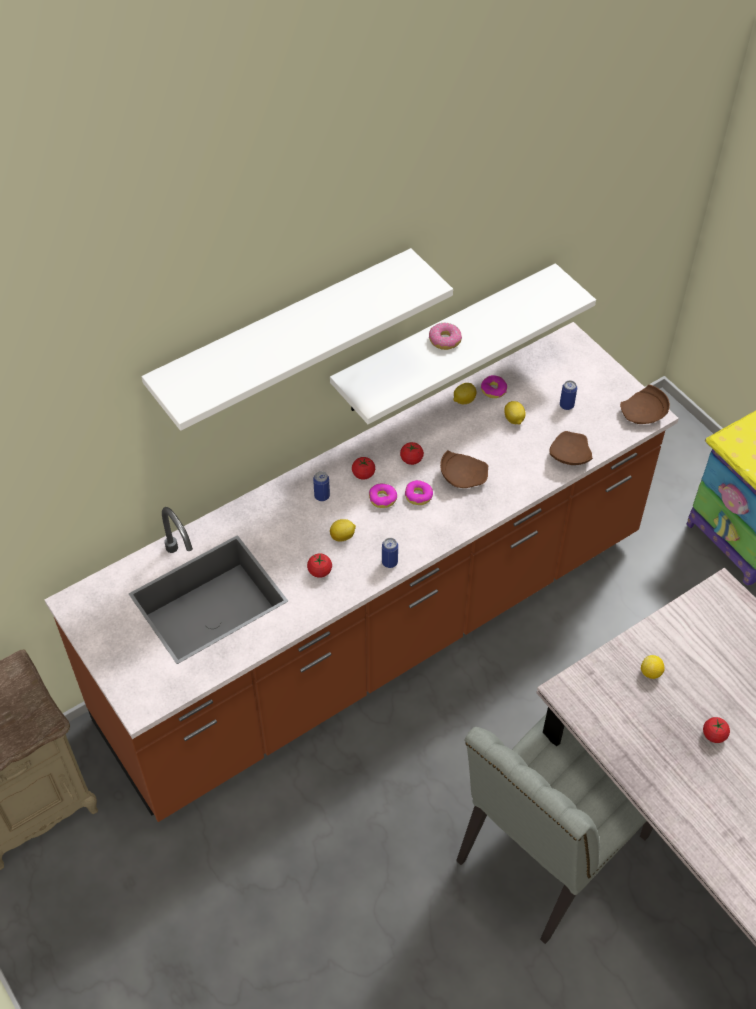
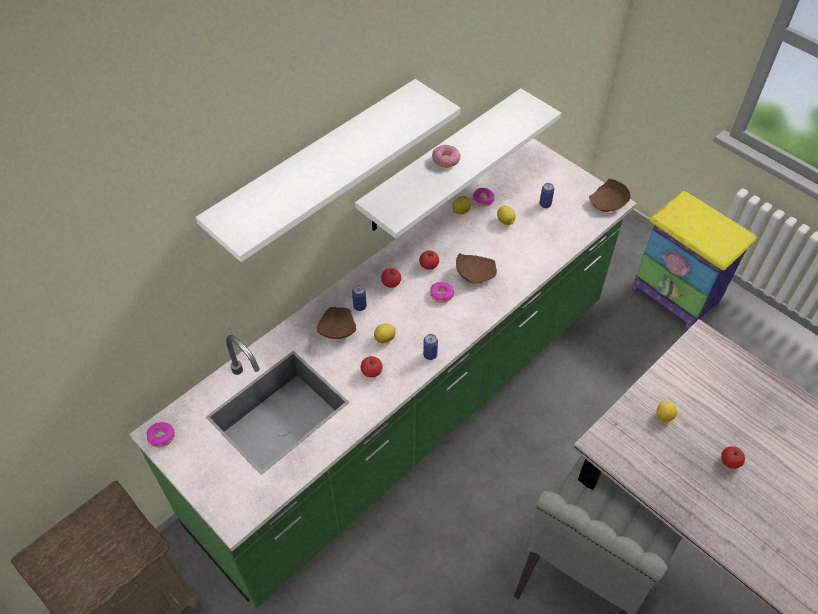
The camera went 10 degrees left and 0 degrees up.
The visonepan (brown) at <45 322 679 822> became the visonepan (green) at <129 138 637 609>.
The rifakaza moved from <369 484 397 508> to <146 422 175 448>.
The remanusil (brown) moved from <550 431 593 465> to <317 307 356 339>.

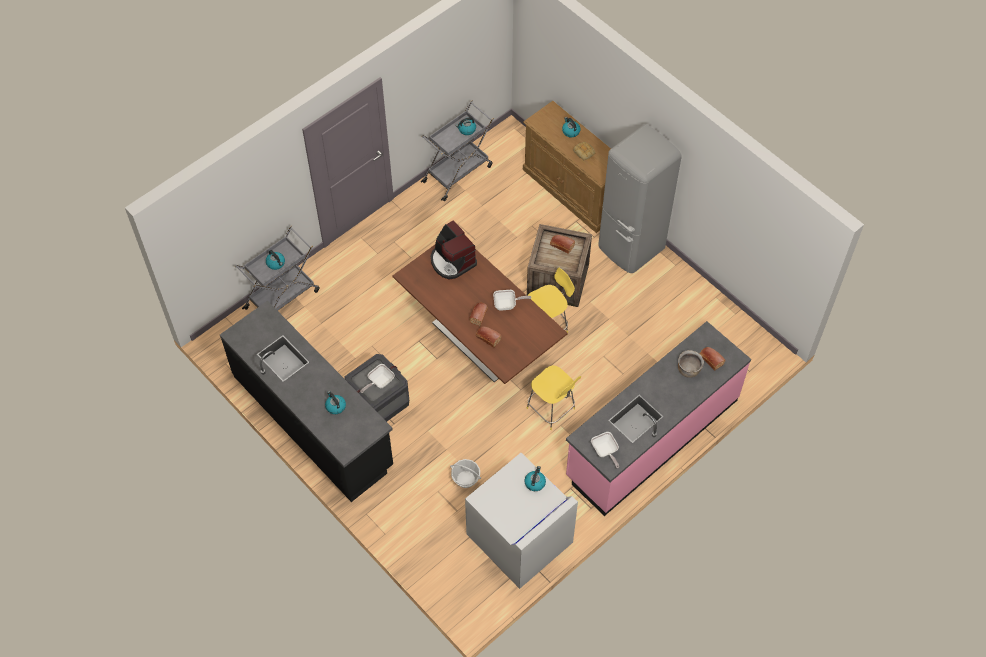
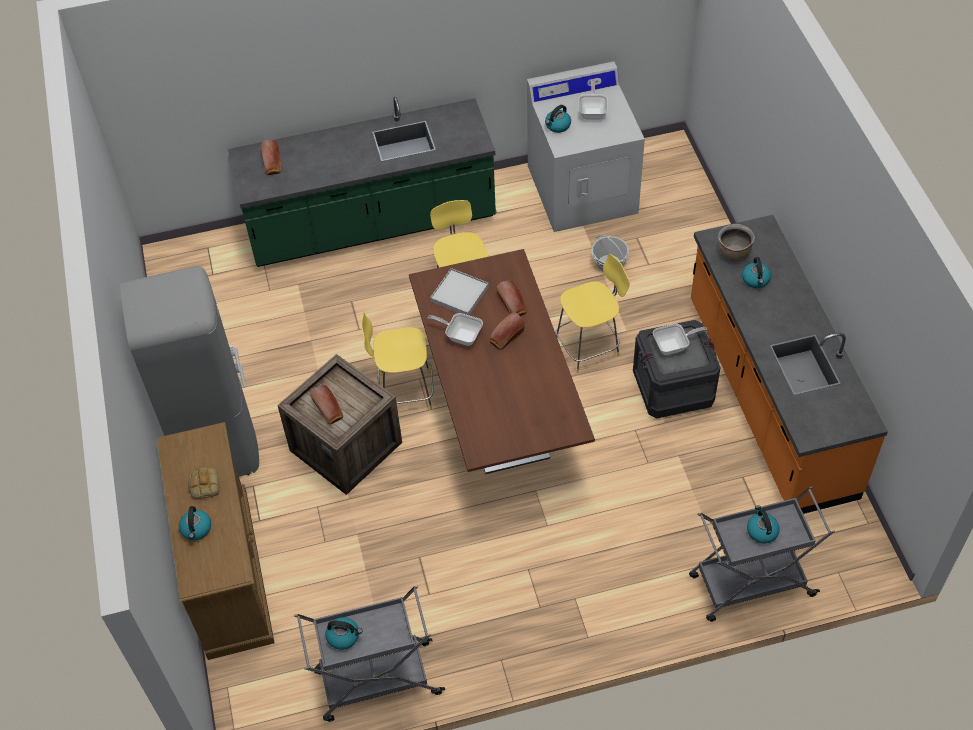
The camera went 150 degrees left and 5 degrees down.
The visonepan (pink) at <566 321 751 516> became the visonepan (green) at <228 97 496 267>.
The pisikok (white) at <430 268 489 315> appeared.
The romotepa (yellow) at <556 254 630 373> appeared.
The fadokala moved from <591 432 619 468> to <579 80 608 120>.
The visonepan (black) at <220 301 393 502> became the visonepan (orange) at <691 215 888 514>.
The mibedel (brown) moved from <678 350 704 378> to <718 224 755 262>.
The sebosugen at <431 220 477 279> disappeared.

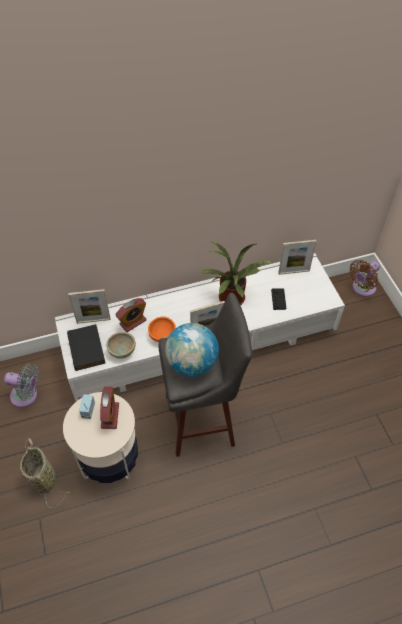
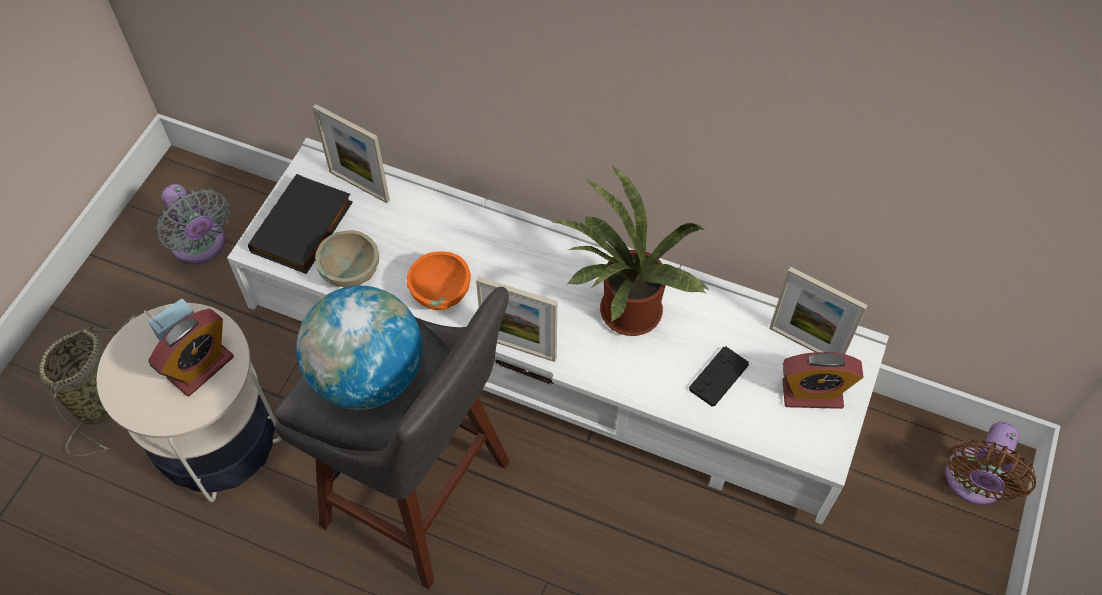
The camera went 40 degrees right and 5 degrees up.
The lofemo moved from <115 298 147 332> to <782 352 863 409>.
The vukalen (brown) at <349 260 380 297> turned 60 degrees counterclockwise.

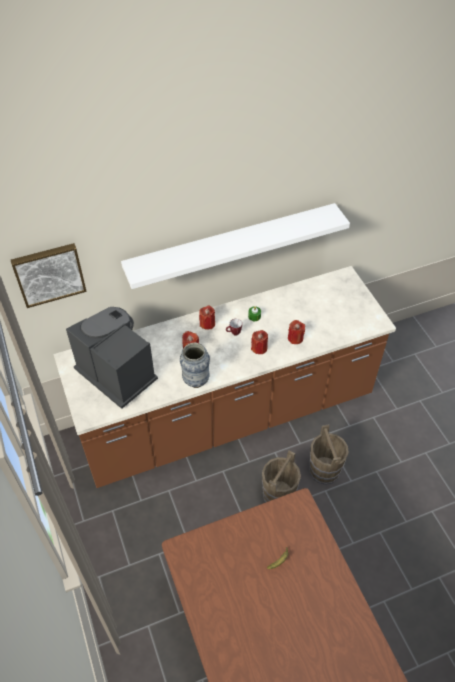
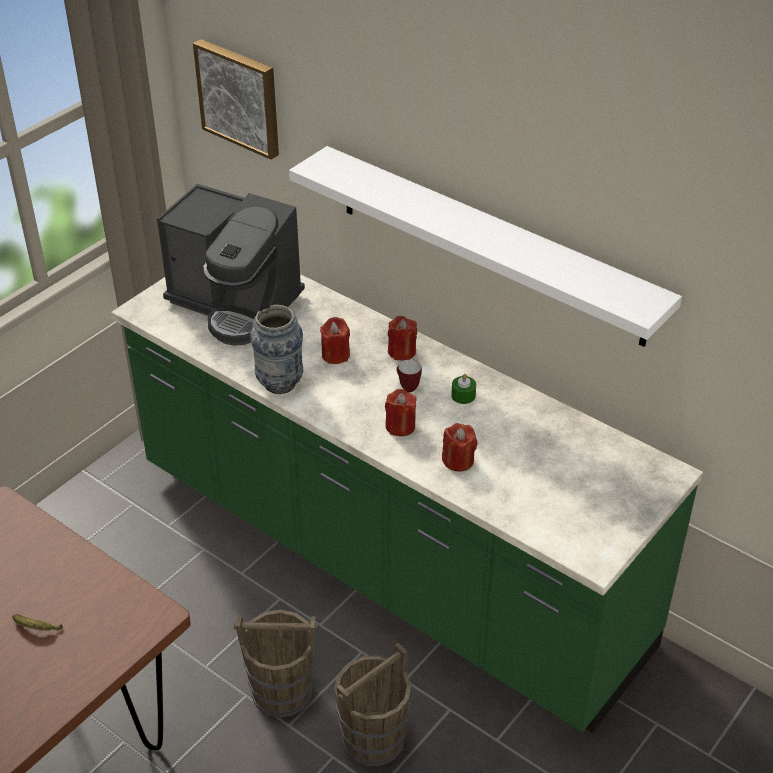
The camera went 60 degrees right and 10 degrees down.
The visonepan (brown) at <54 266 396 488> became the visonepan (green) at <111 274 703 733>.
The sebosugen at <66 307 158 409> turned 105 degrees clockwise.

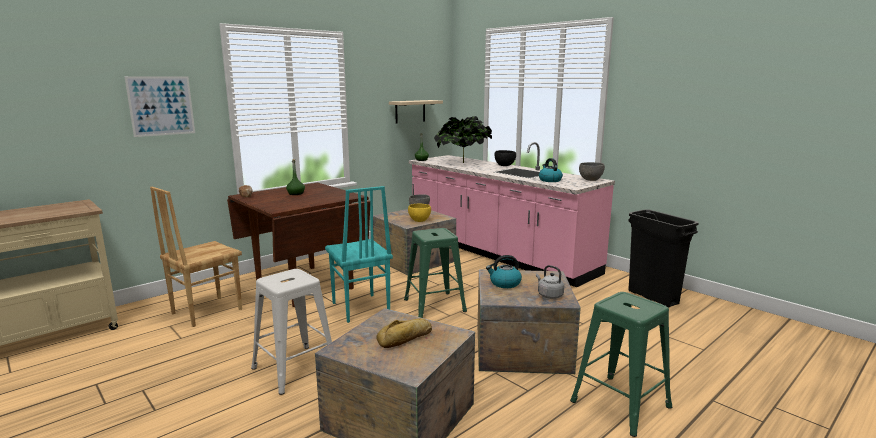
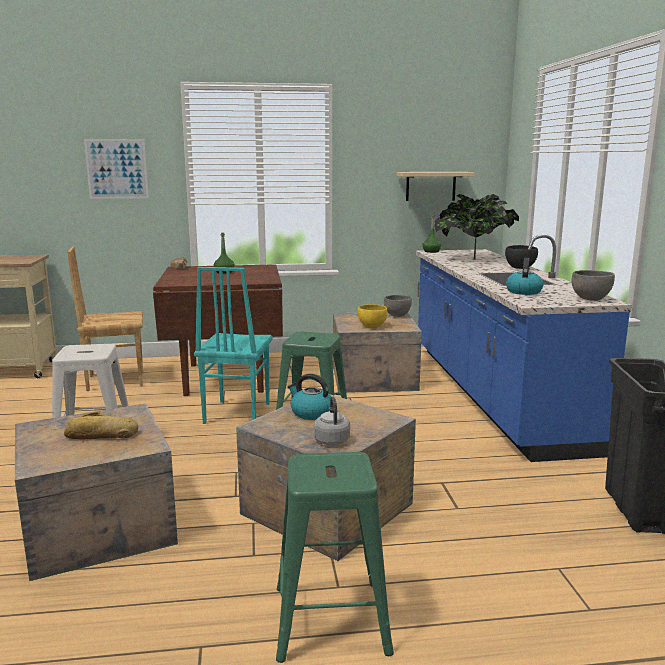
The camera went 35 degrees right and 0 degrees up.
The visonepan (pink) at <409 142 615 287> became the visonepan (blue) at <416 234 632 462>.

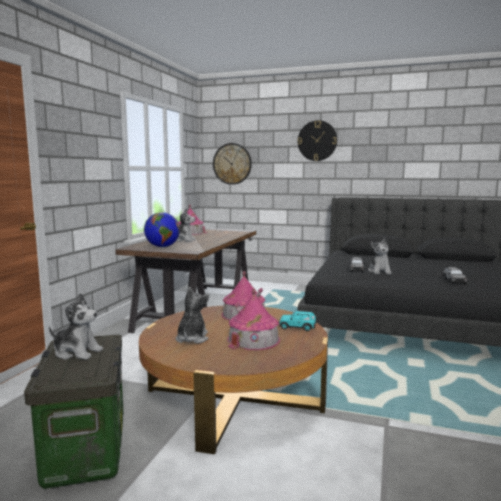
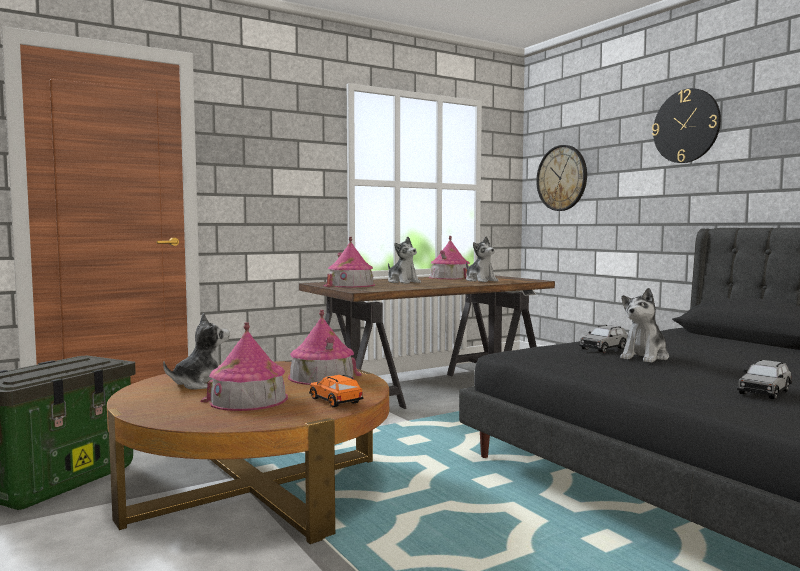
The camera went 40 degrees right and 5 degrees down.
The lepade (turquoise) at <279 310 317 331> became the lepade (orange) at <309 375 364 407>.
The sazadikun at <144 212 180 247> was replaced by the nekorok at <323 237 375 287>.
The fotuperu moved from <49 293 103 360> to <466 236 499 282>.

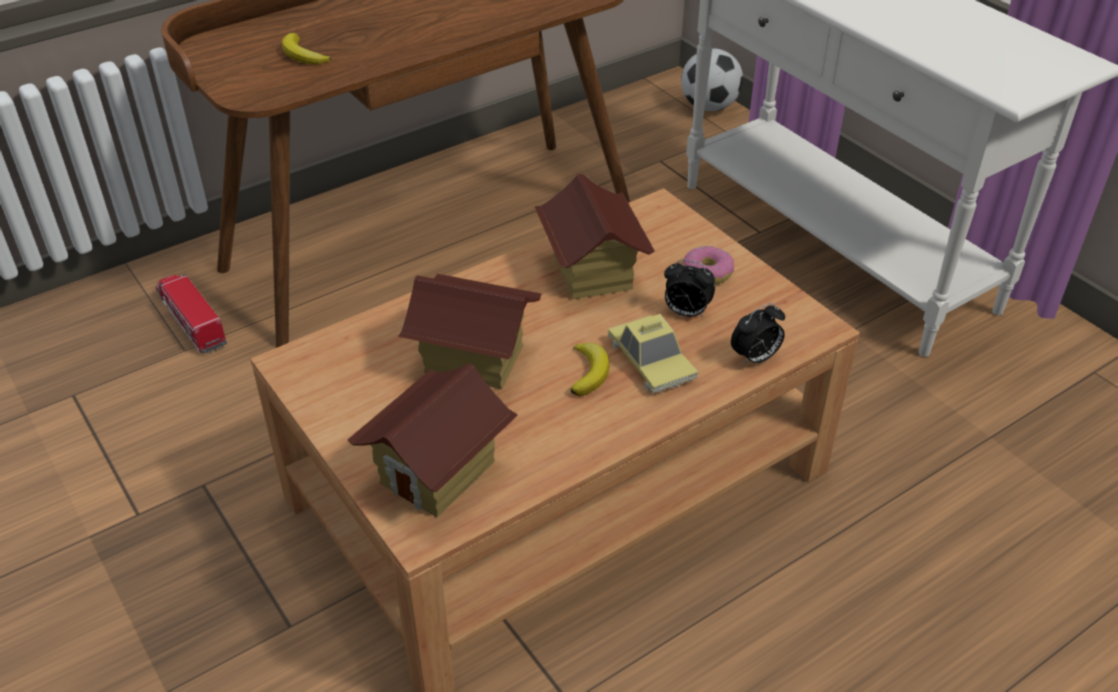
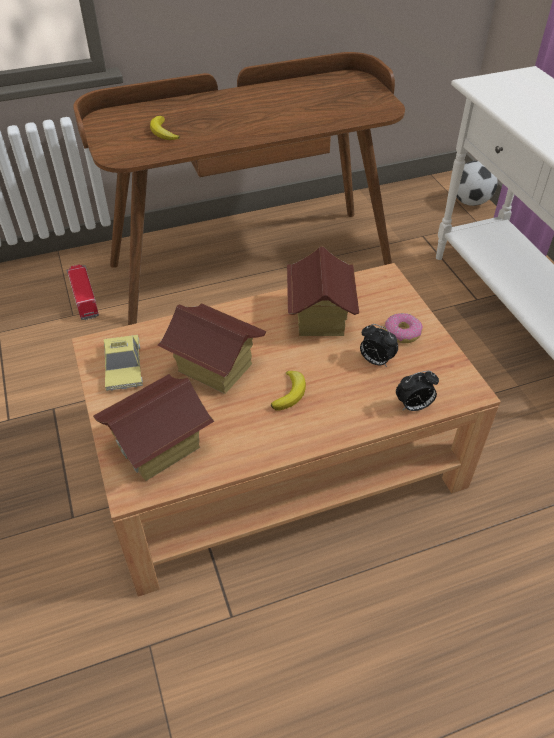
The camera went 15 degrees right and 5 degrees up.
The lepade moved from <608 314 698 393> to <104 335 143 391>.

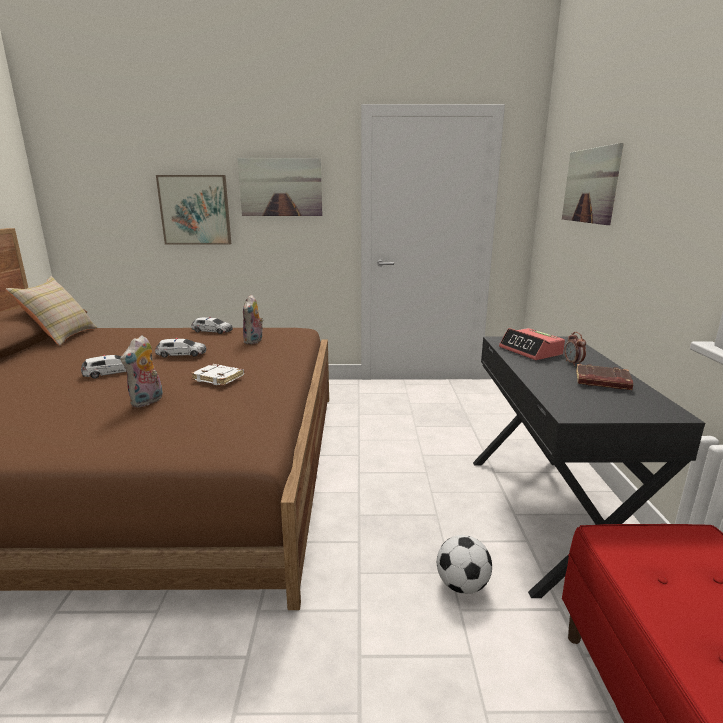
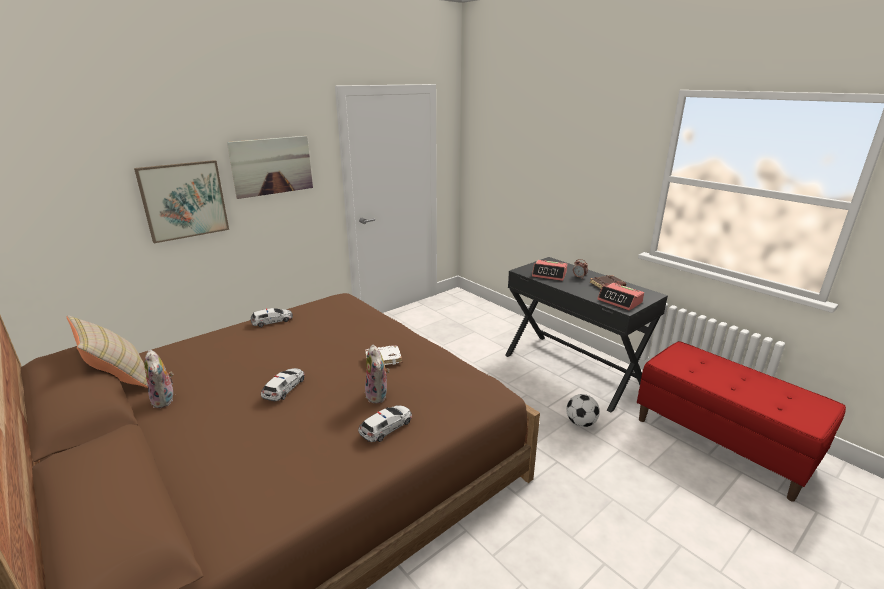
The camera went 40 degrees left and 5 degrees up.
The fotuperu moved from <243 294 264 344> to <144 350 173 408>.
The lepade moved from <155 338 206 358> to <358 405 412 442>.
The lofemo at <597 283 644 310> appeared.
The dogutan at <562 143 624 225> disappeared.

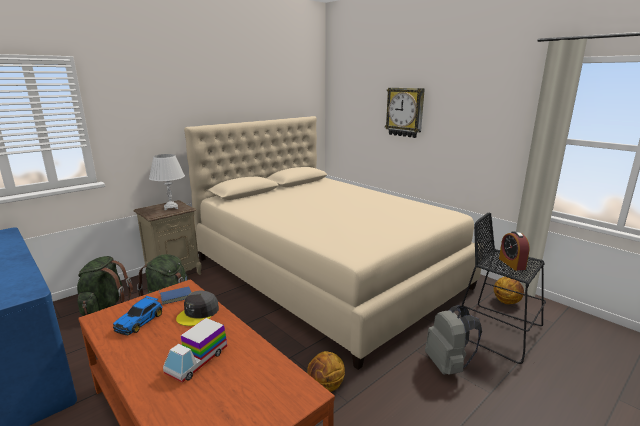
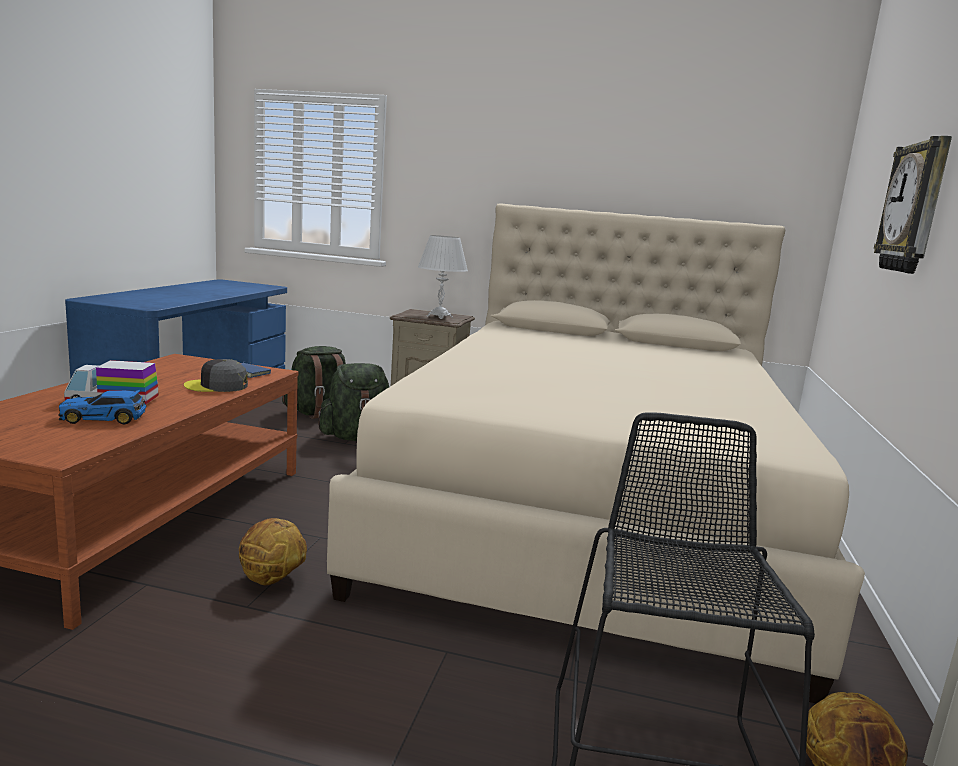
The camera went 55 degrees right and 5 degrees down.
The lepade moved from <113 296 163 336> to <58 390 146 424>.
The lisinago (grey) at <425 305 482 375> disappeared.
The lofemo at <499 231 530 271> disappeared.

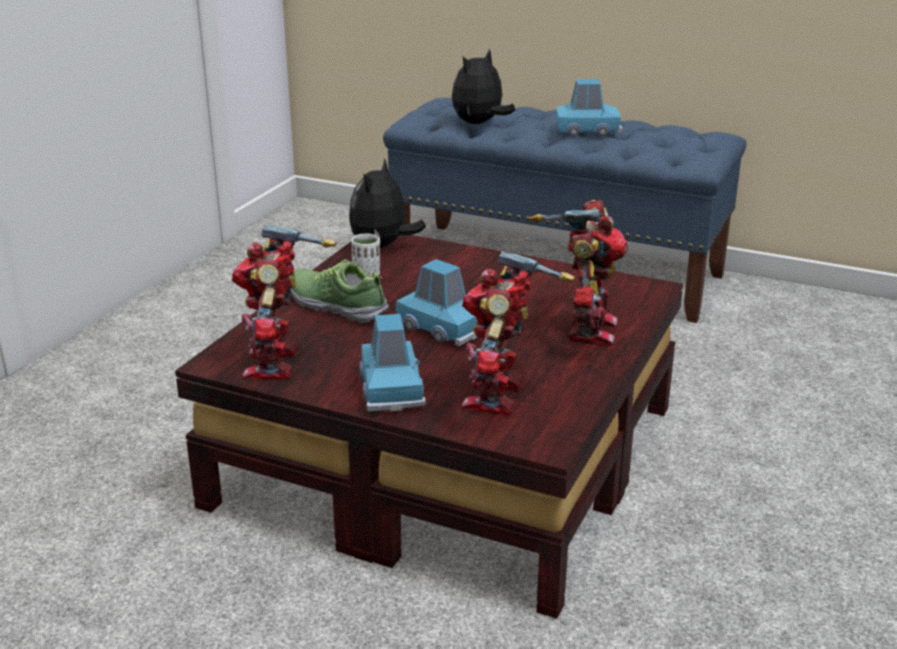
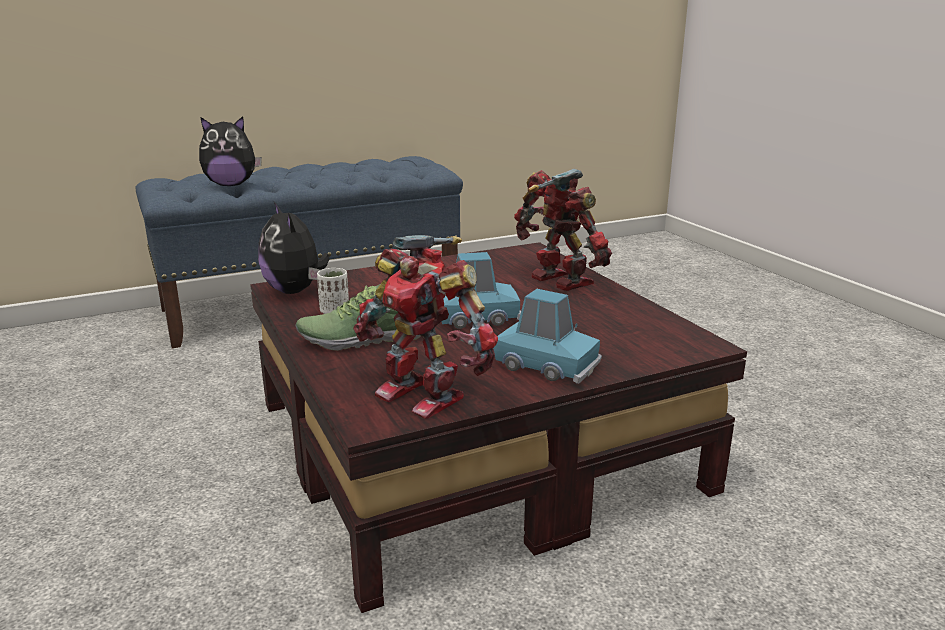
The camera went 50 degrees left and 5 degrees down.
The fotuperu at <452 49 515 124> turned 90 degrees counterclockwise.
The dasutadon at <461 251 575 415> disappeared.
The lepade (blue) at <556 79 623 136> disappeared.

